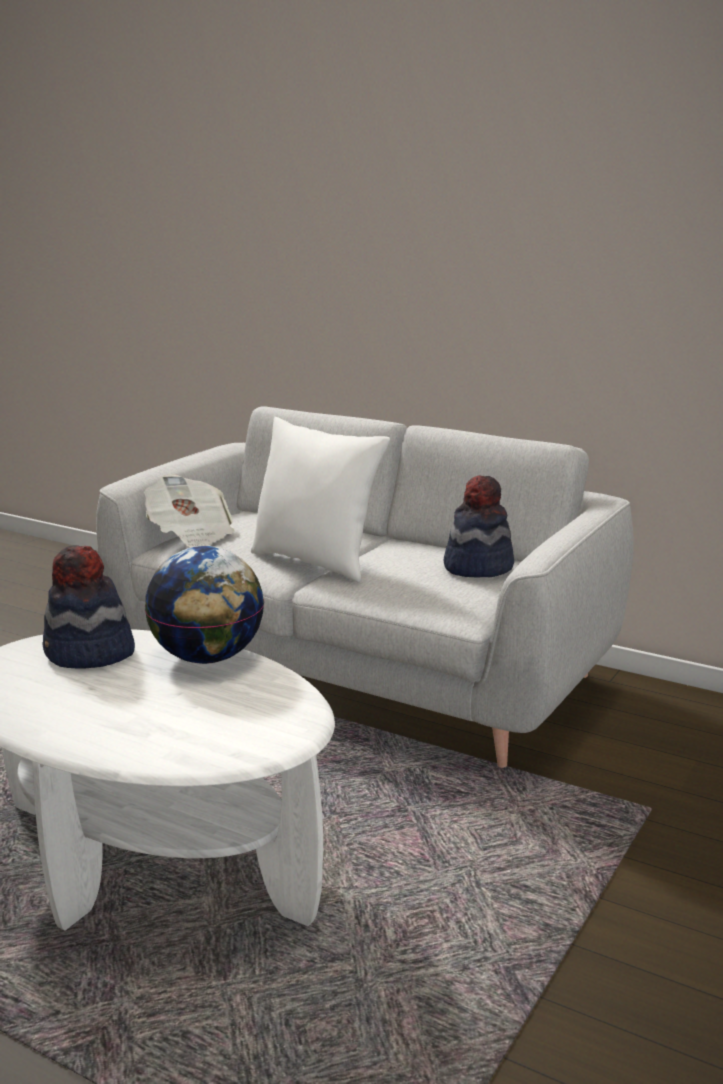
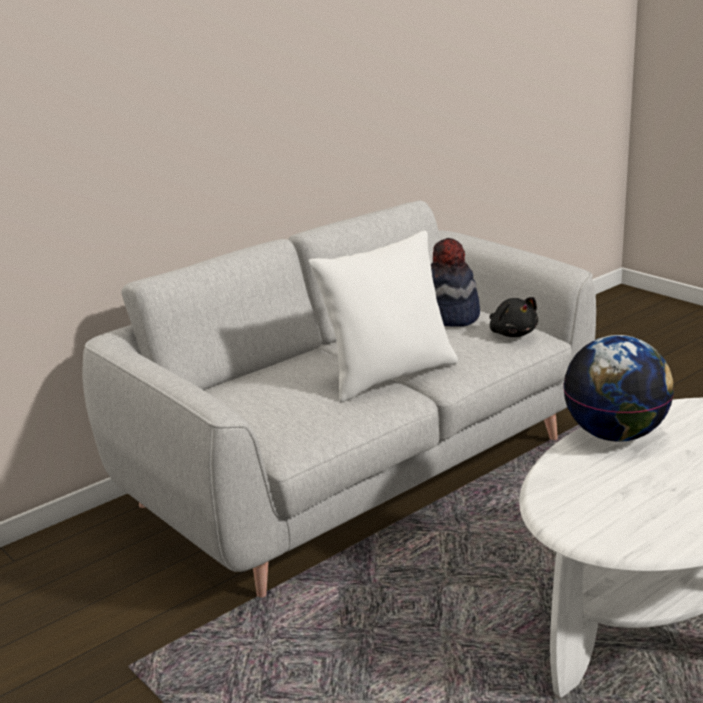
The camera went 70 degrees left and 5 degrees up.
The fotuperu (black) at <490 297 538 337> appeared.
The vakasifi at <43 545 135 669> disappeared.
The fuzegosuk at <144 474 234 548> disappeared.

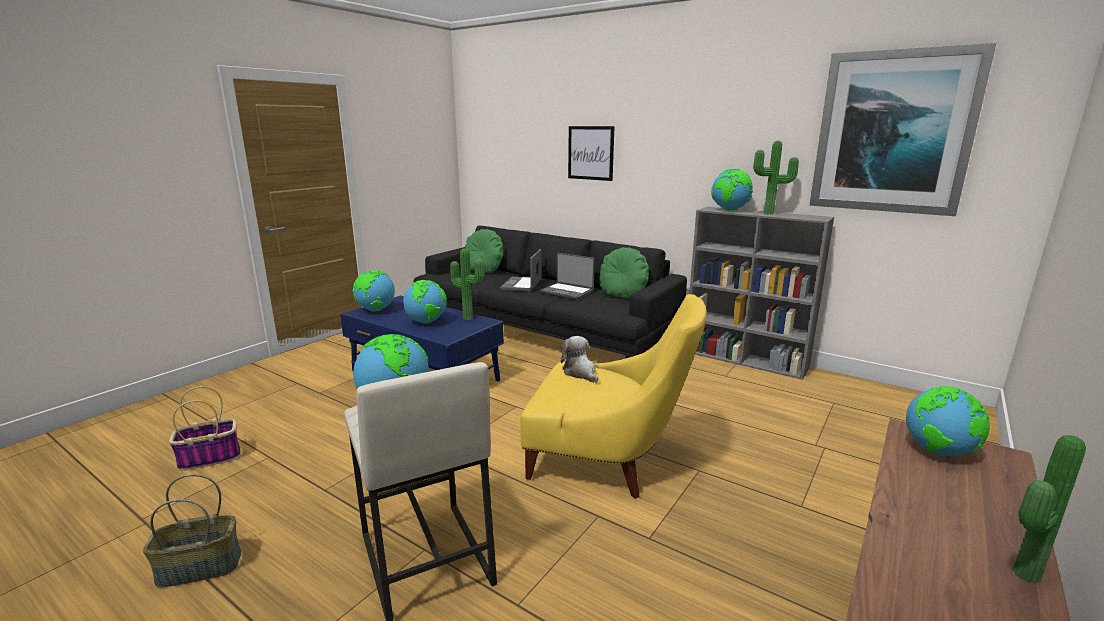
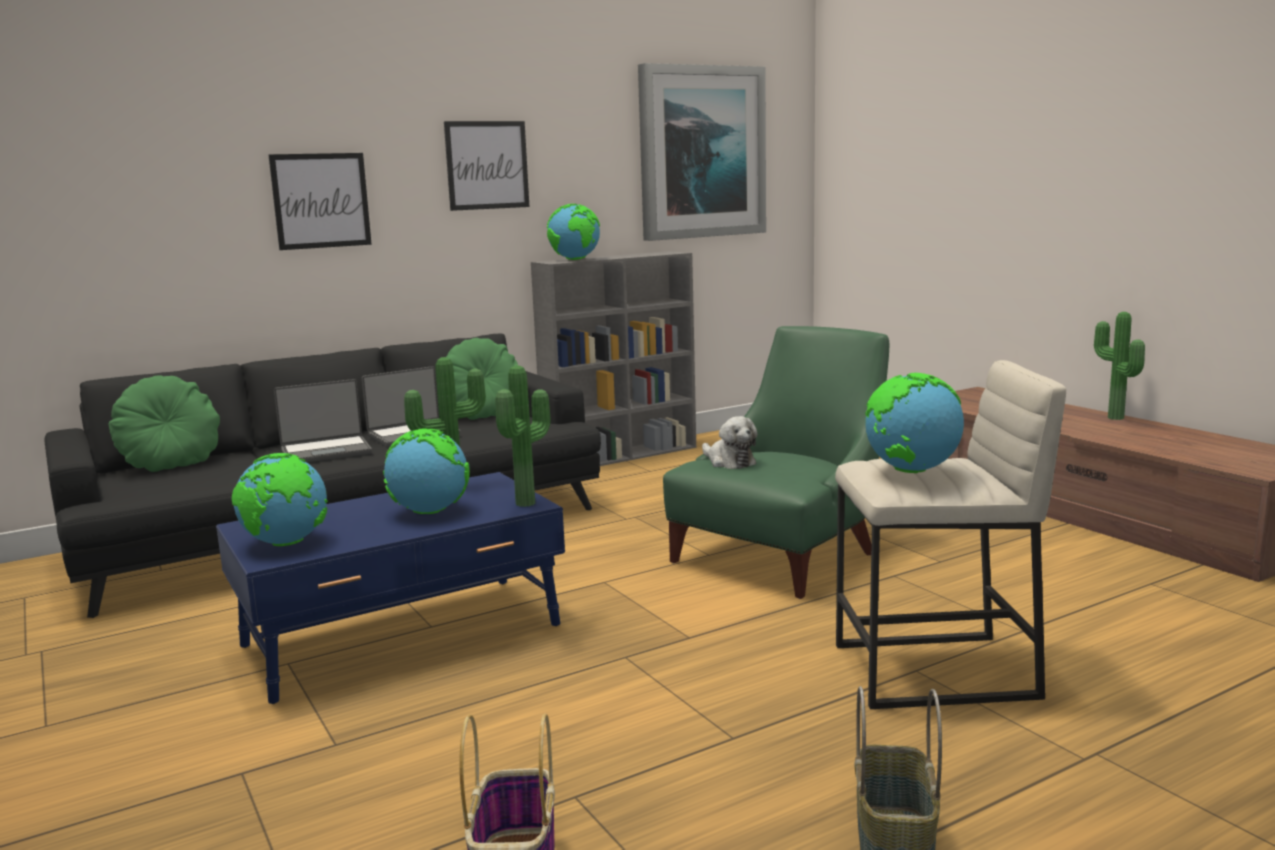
The camera went 65 degrees left and 5 degrees down.
The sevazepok at <500 249 542 292> turned 60 degrees counterclockwise.
The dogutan at <444 121 529 211> appeared.
The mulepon moved from <753 141 799 215> to <495 365 550 507>.
The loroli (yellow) at <520 294 707 499> became the loroli (green) at <663 326 889 599>.
The fotuperu at <561 336 598 383> turned 120 degrees counterclockwise.
The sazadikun at <906 386 990 456> disappeared.

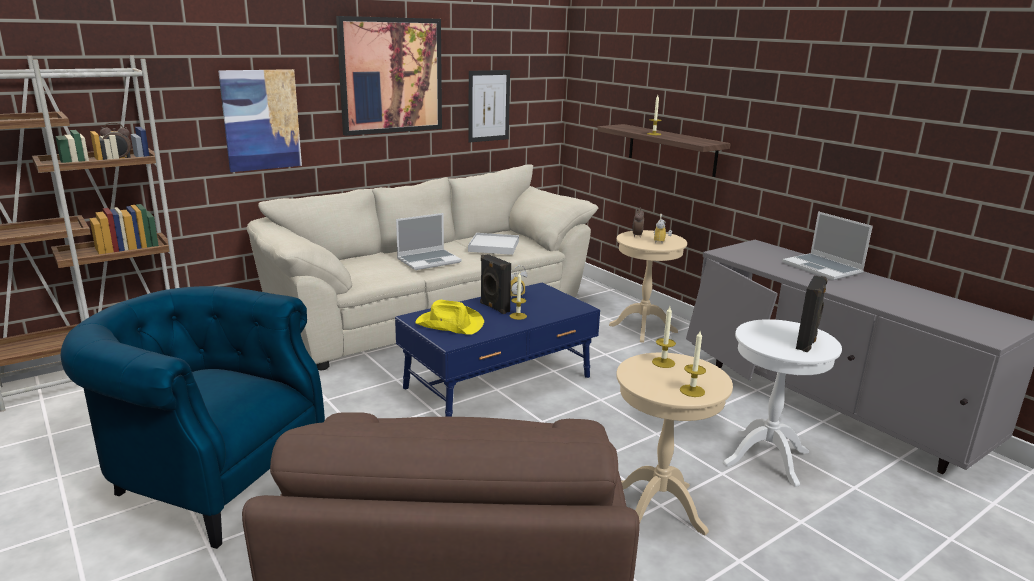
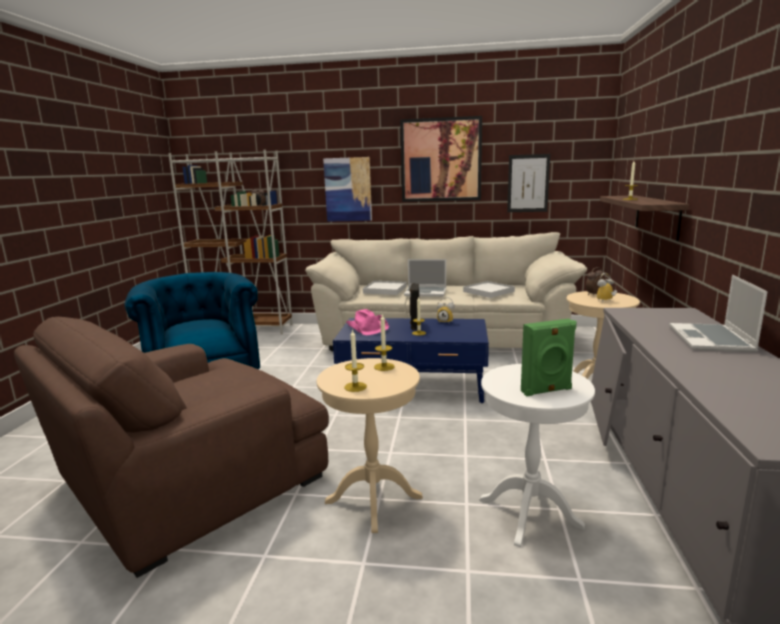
The camera went 45 degrees right and 5 degrees down.
The vakasifi (yellow) at <415 300 484 335> became the vakasifi (pink) at <346 309 389 335>.
The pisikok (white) at <363 281 407 295> appeared.
The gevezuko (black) at <796 276 828 352> became the gevezuko (green) at <521 319 577 396>.

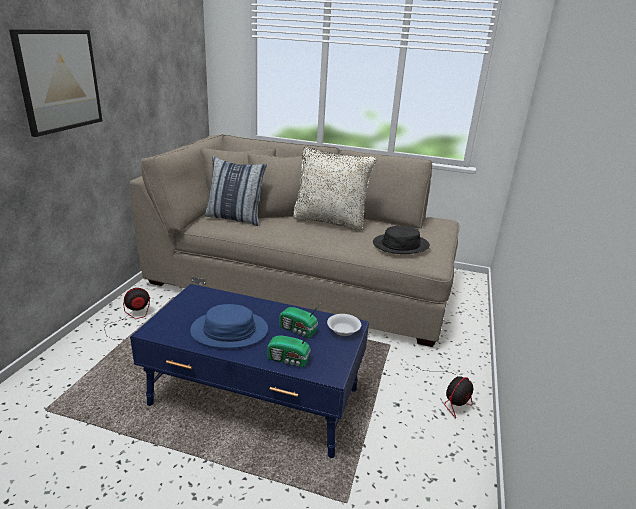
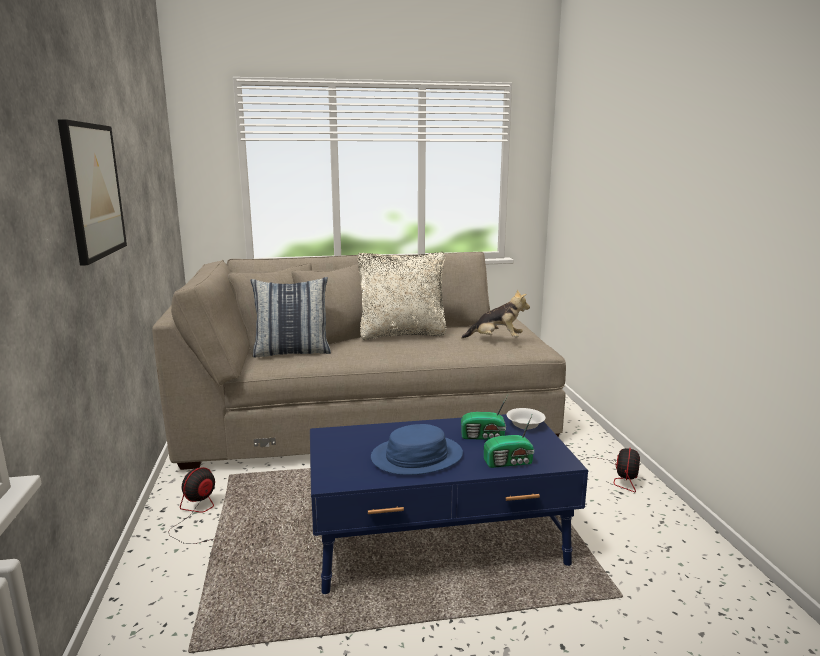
The camera went 25 degrees left and 10 degrees down.
The vakasifi (black) at <373 226 430 254> was replaced by the fotuperu at <462 289 530 338>.

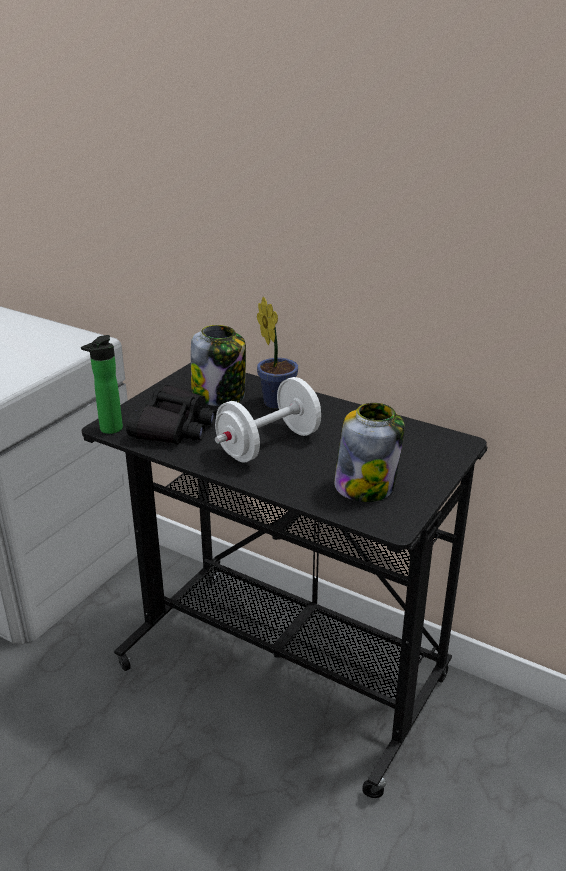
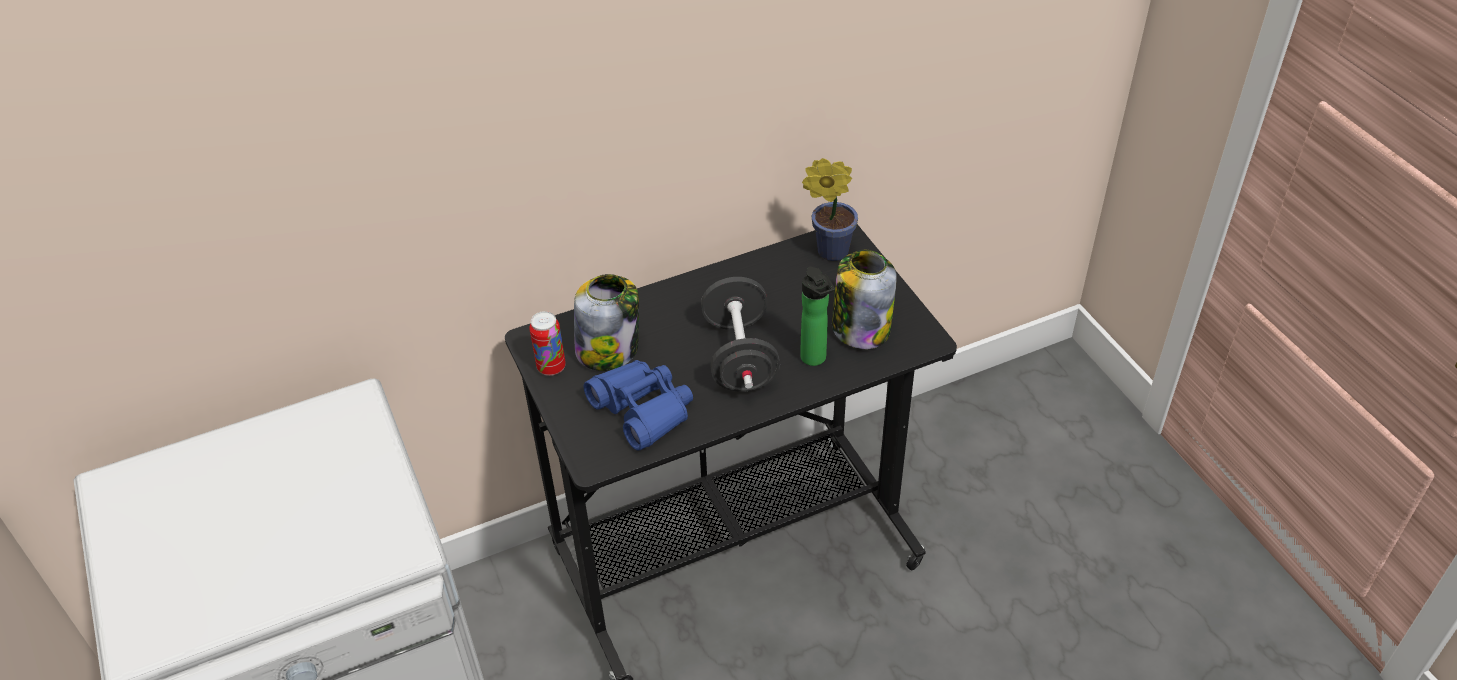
The camera went 55 degrees left and 15 degrees up.
The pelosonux at <529 311 566 376> appeared.
The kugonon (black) at <126 384 216 444> became the kugonon (blue) at <583 360 693 451>.
The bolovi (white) at <215 377 321 463> became the bolovi (black) at <701 277 780 392>.
The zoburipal moved from <81 335 123 434> to <800 266 835 366>.
The mulepon moved from <257 296 298 409> to <802 158 858 261>.

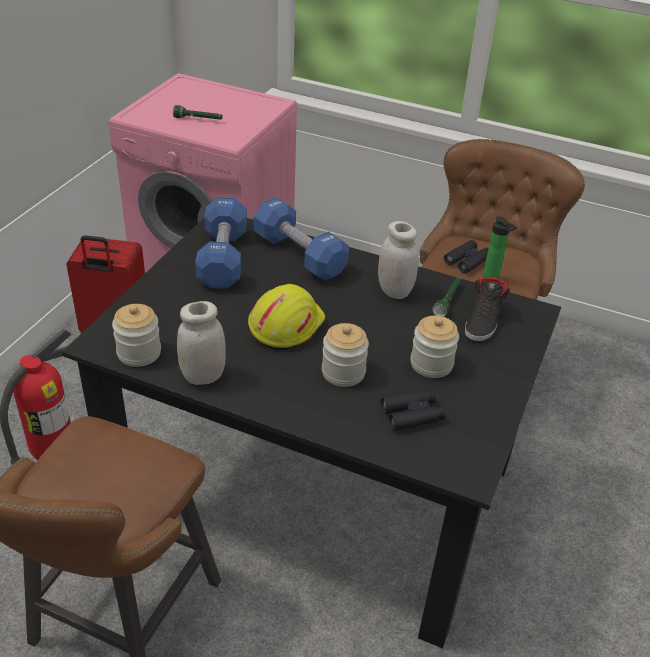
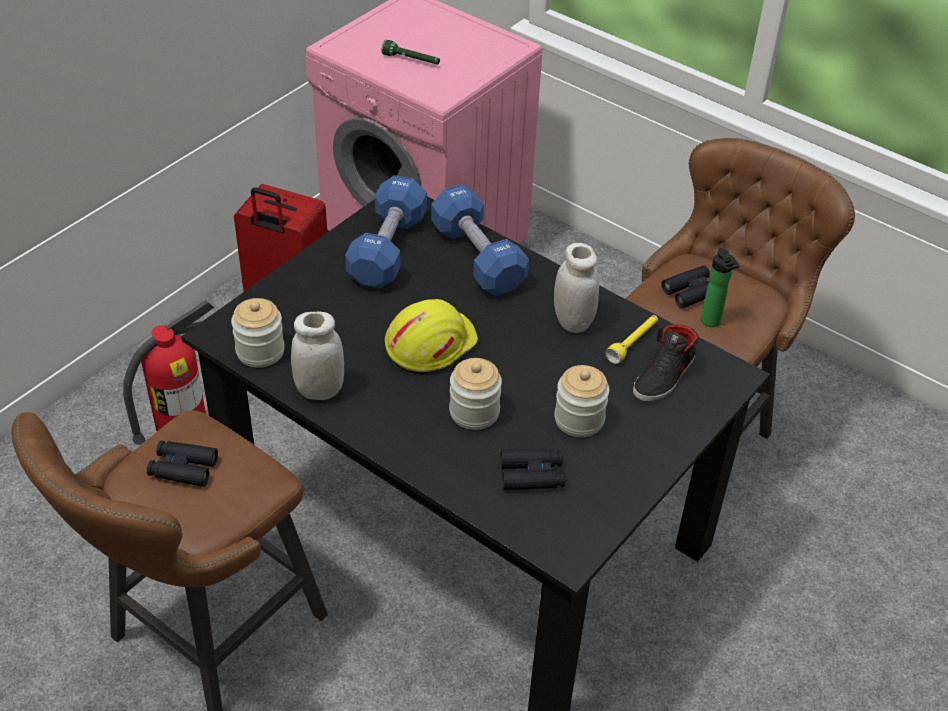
The camera went 15 degrees right and 5 degrees up.
The kugonon (black) at <147 441 218 487> appeared.
The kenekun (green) at <432 276 462 317> became the kenekun (yellow) at <605 315 658 364>.

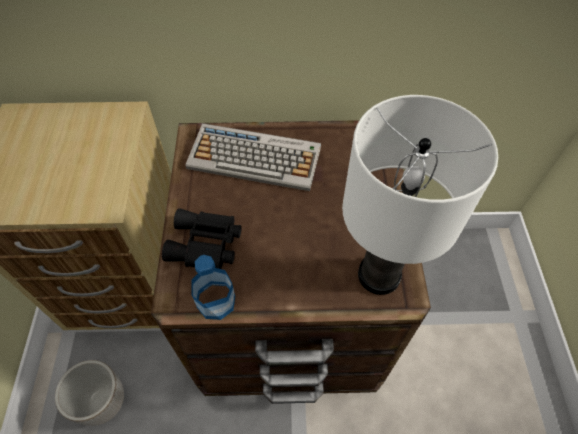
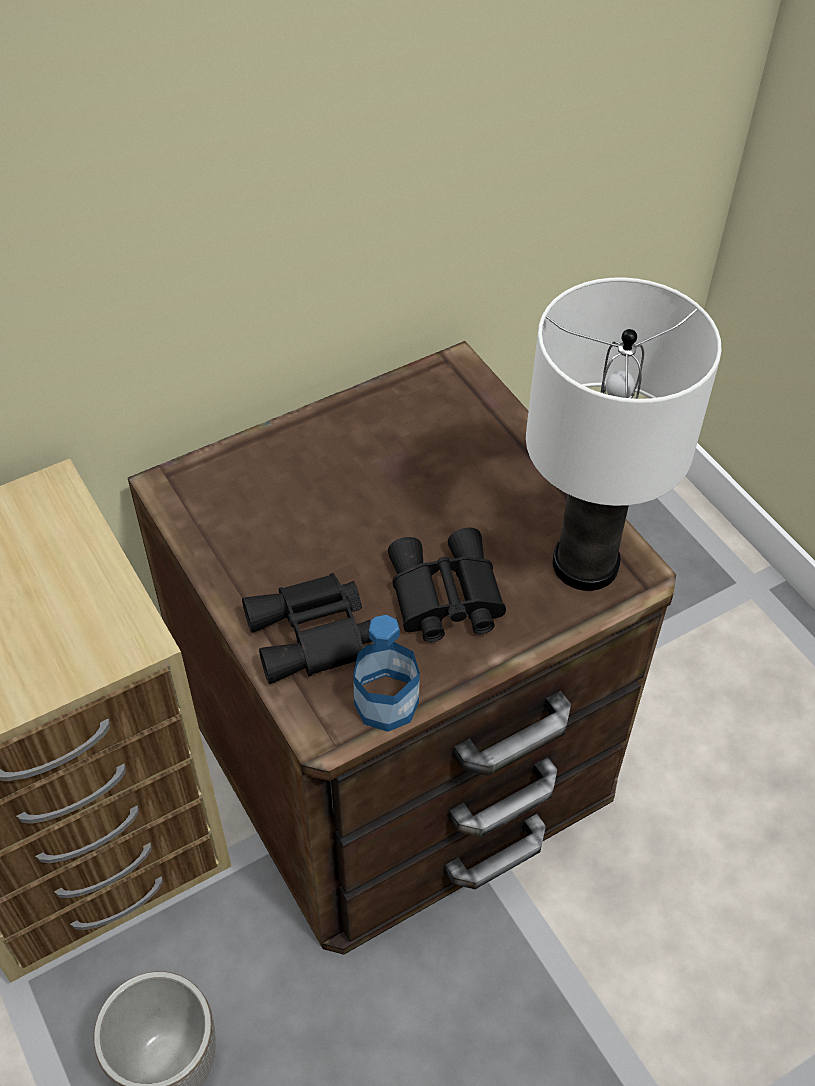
The camera went 30 degrees left and 5 degrees down.
The kugonon (black) at <388 528 506 642> appeared.
The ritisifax at <185 123 321 191> disappeared.

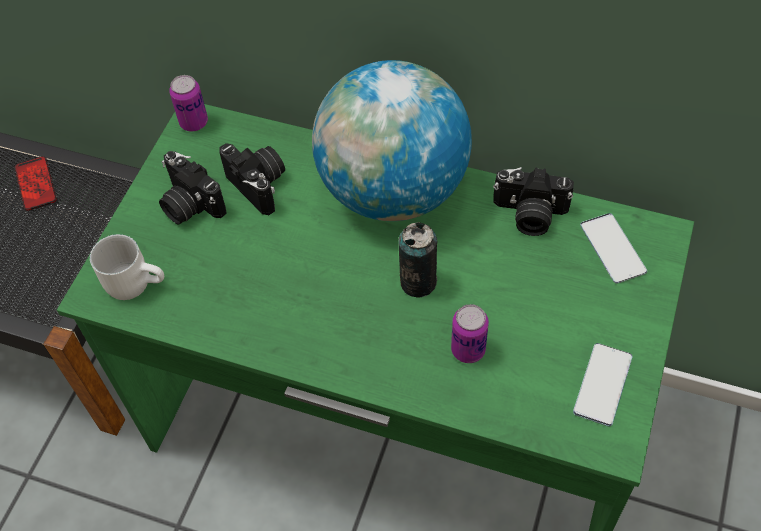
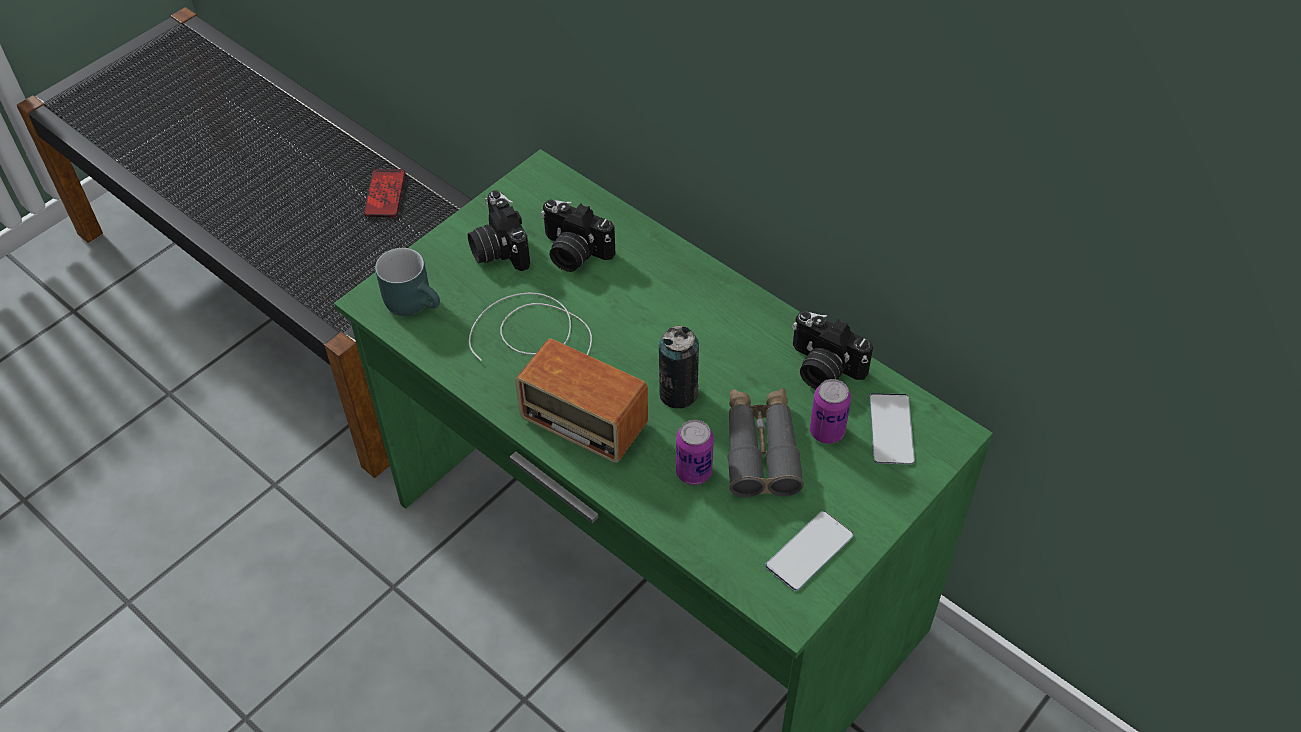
The camera went 20 degrees right and 5 degrees down.
The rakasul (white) at <90 234 164 300> became the rakasul (turquoise) at <375 248 440 316>.
The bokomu at <469 293 648 463> appeared.
The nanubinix at <219 143 285 215> turned 135 degrees clockwise.
The kugonon (grey) at <727 388 804 498> appeared.
The pelosonux moved from <169 75 208 132> to <810 379 851 444>.
The sazadikun at <312 60 472 221> disappeared.

